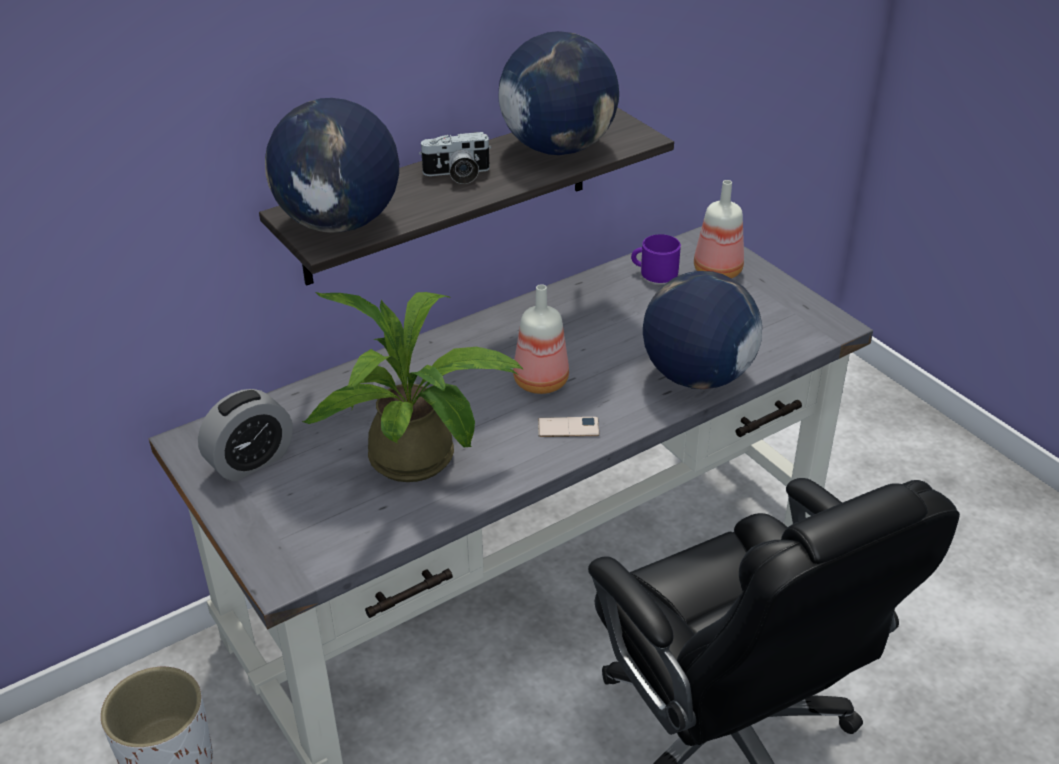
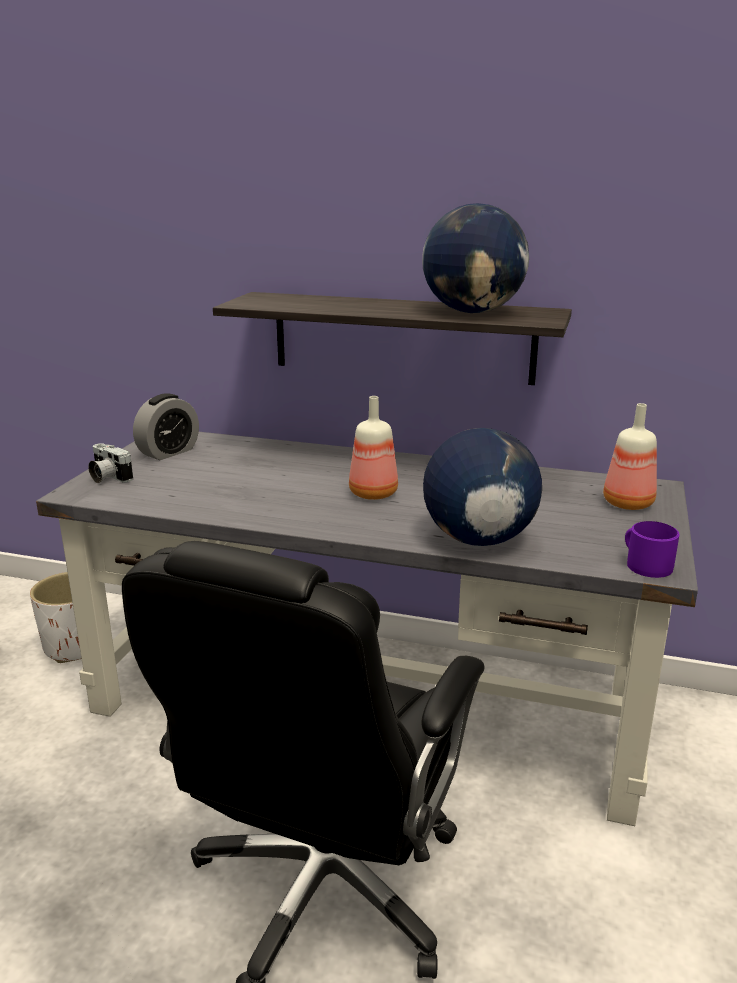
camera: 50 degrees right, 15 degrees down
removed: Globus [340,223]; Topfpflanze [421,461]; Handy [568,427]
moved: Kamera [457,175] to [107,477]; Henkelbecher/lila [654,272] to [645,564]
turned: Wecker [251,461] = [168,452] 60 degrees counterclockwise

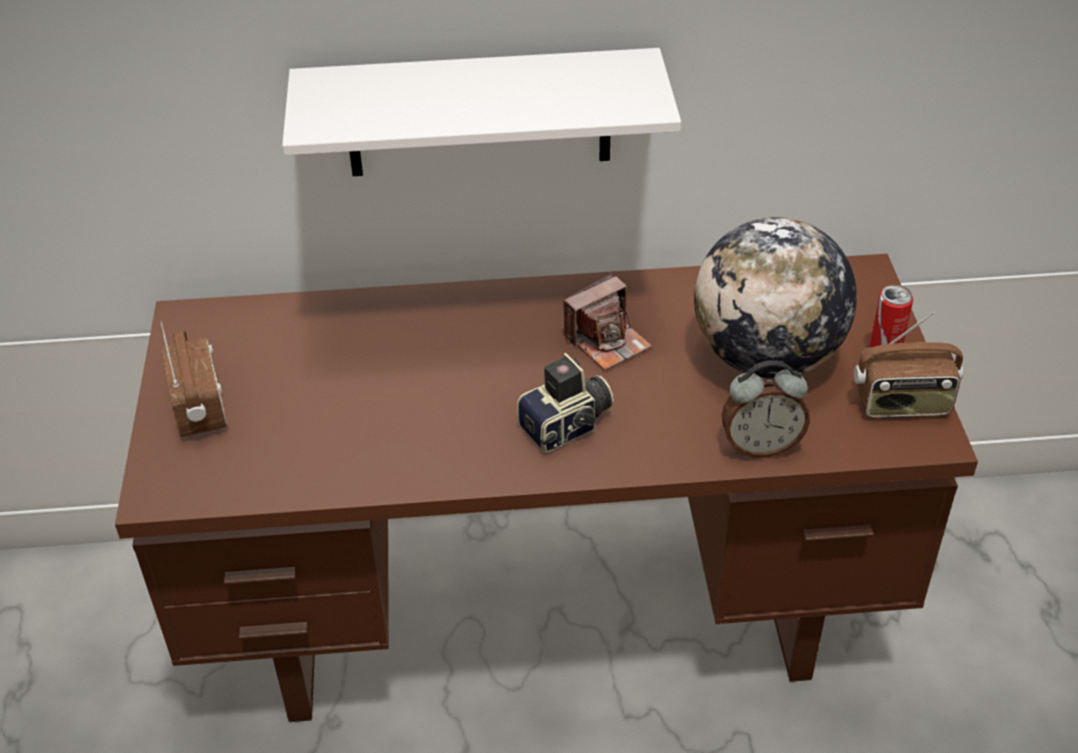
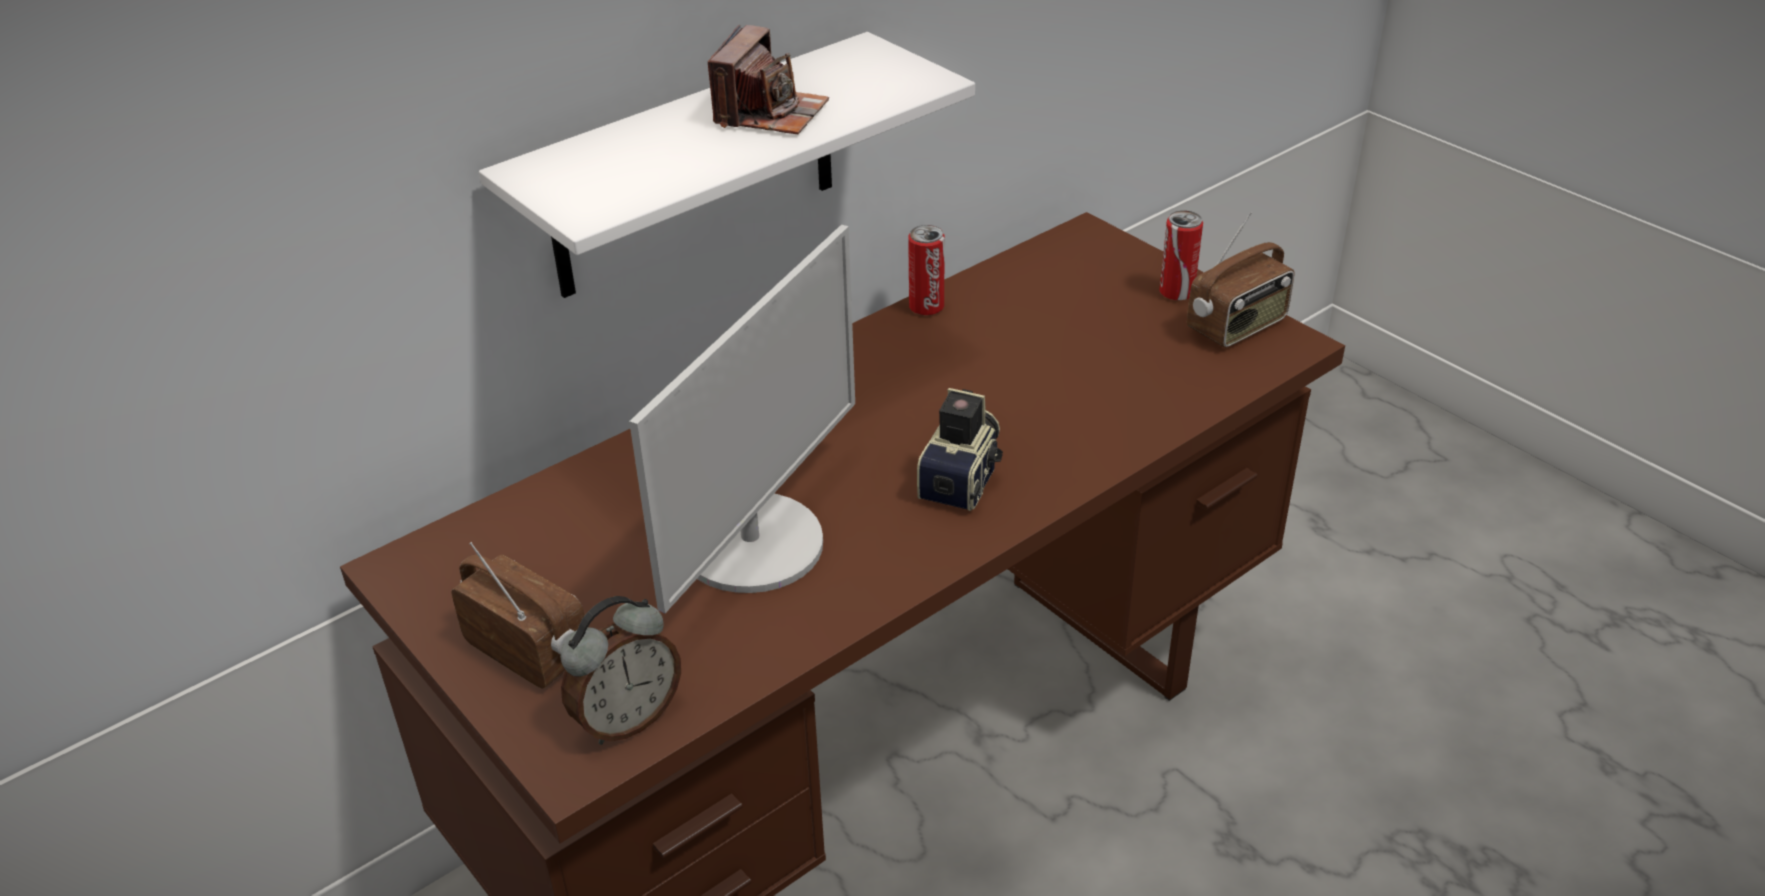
camera: 35 degrees left, 5 degrees down
removed: Globus [767,357]
added: Monitor [753,544]; Dose [926,307]
moved: Kamera [607,341] to [770,113]; Wecker [760,446] to [627,719]

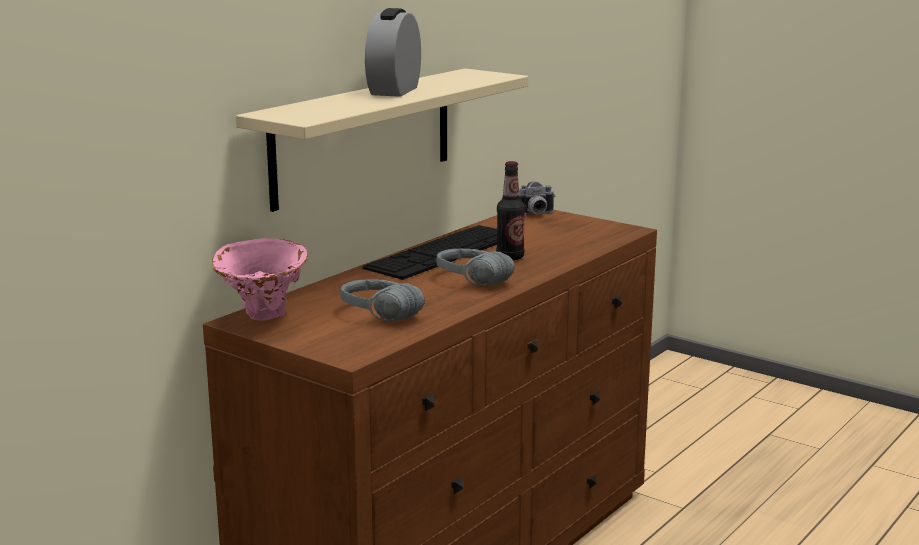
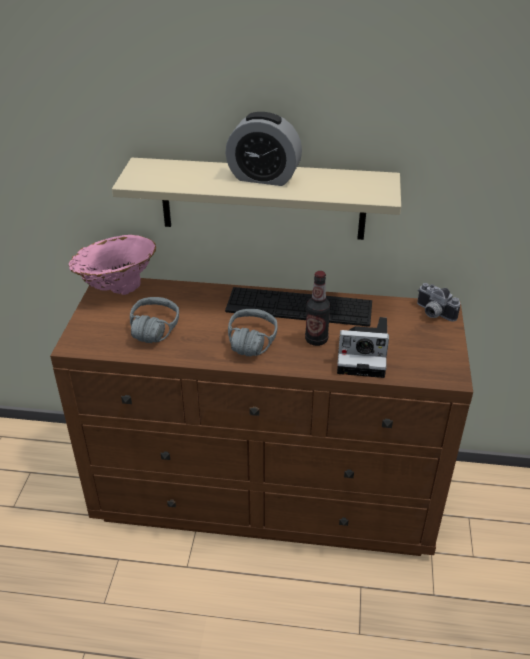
camera: 60 degrees right, 20 degrees up
added: Kamera [364,356]
turned: Wecker [394,91] = [263,177] 150 degrees counterclockwise

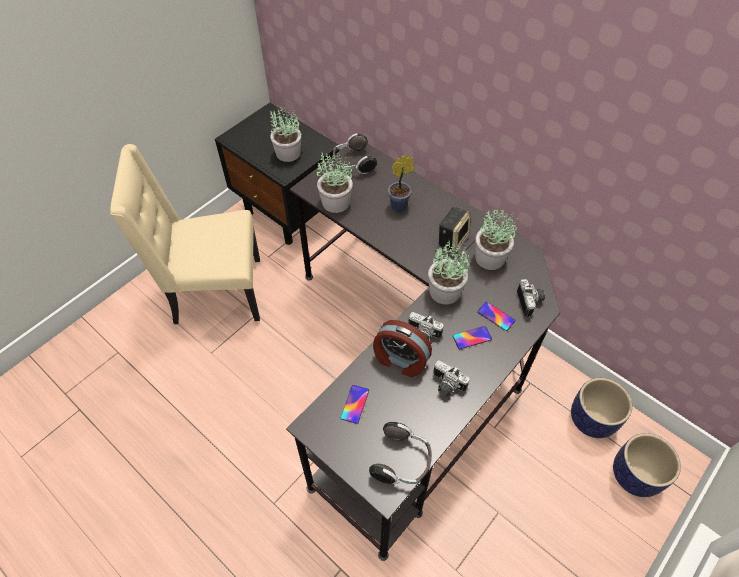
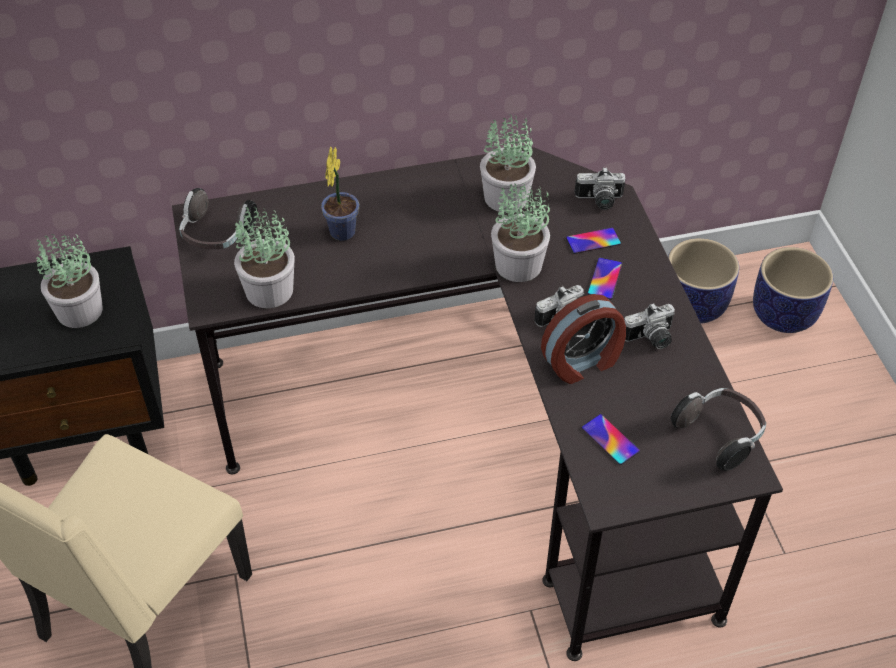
camera: 55 degrees left, 5 degrees down
removed: Lautsprecher [452,239]
turned: Kamera [530,302] = [599,201] 150 degrees clockwise

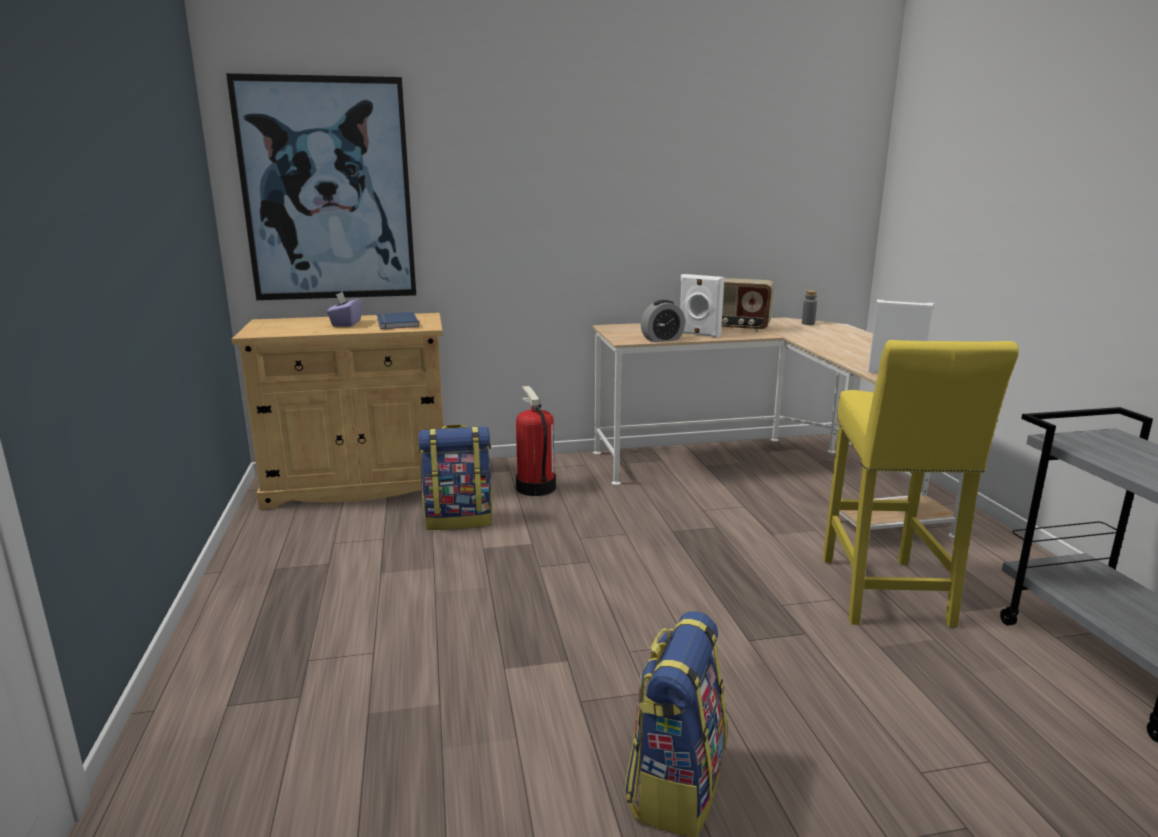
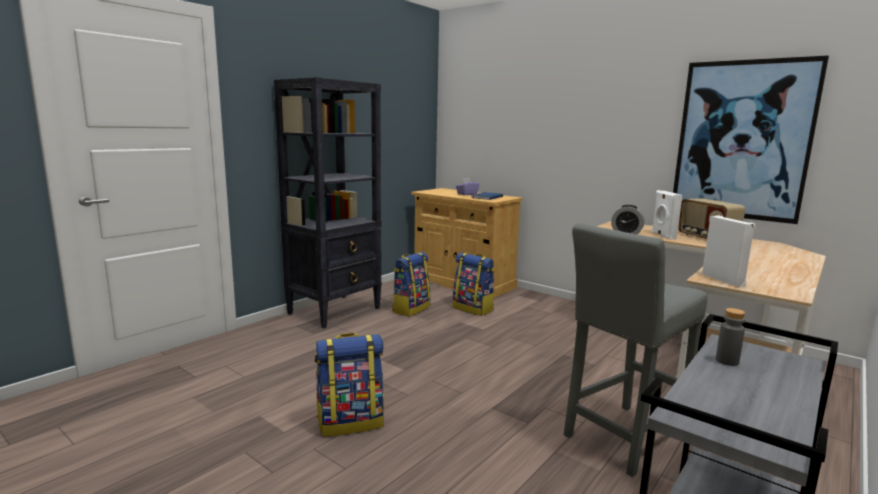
camera: 50 degrees right, 5 degrees down
removed: Feuerlöscher [535,487]
added: Bücherregal/schwarz [335,311]; Rucksack [410,309]
moved: Bild [327,191] to [742,140]; Flasche/grau [808,323] to [727,361]
recoloured: Hocker/gelb [884,595] to Hocker/grau [621,439]

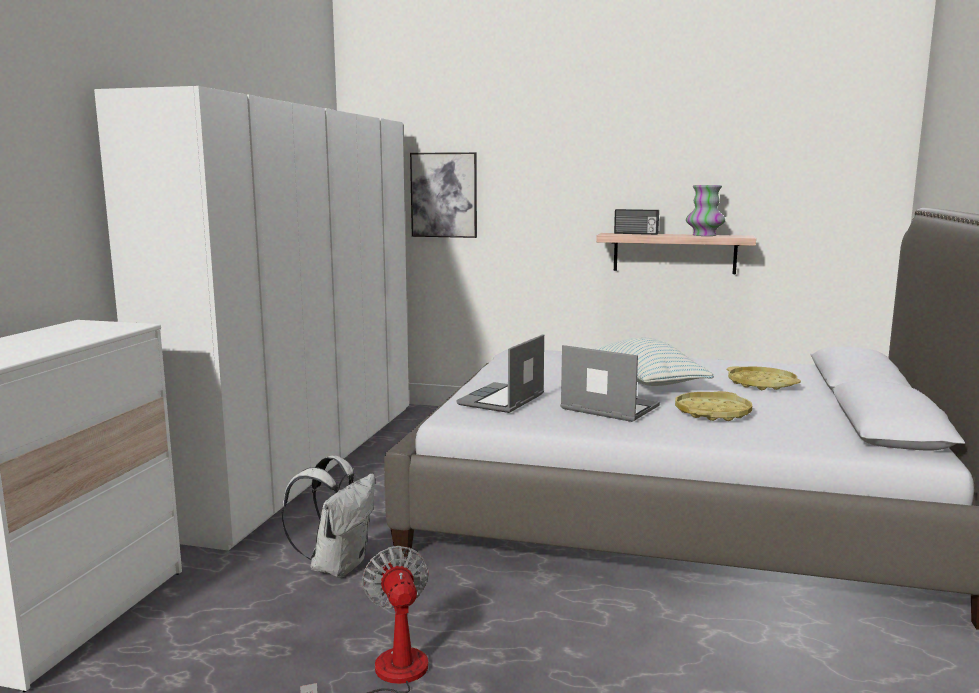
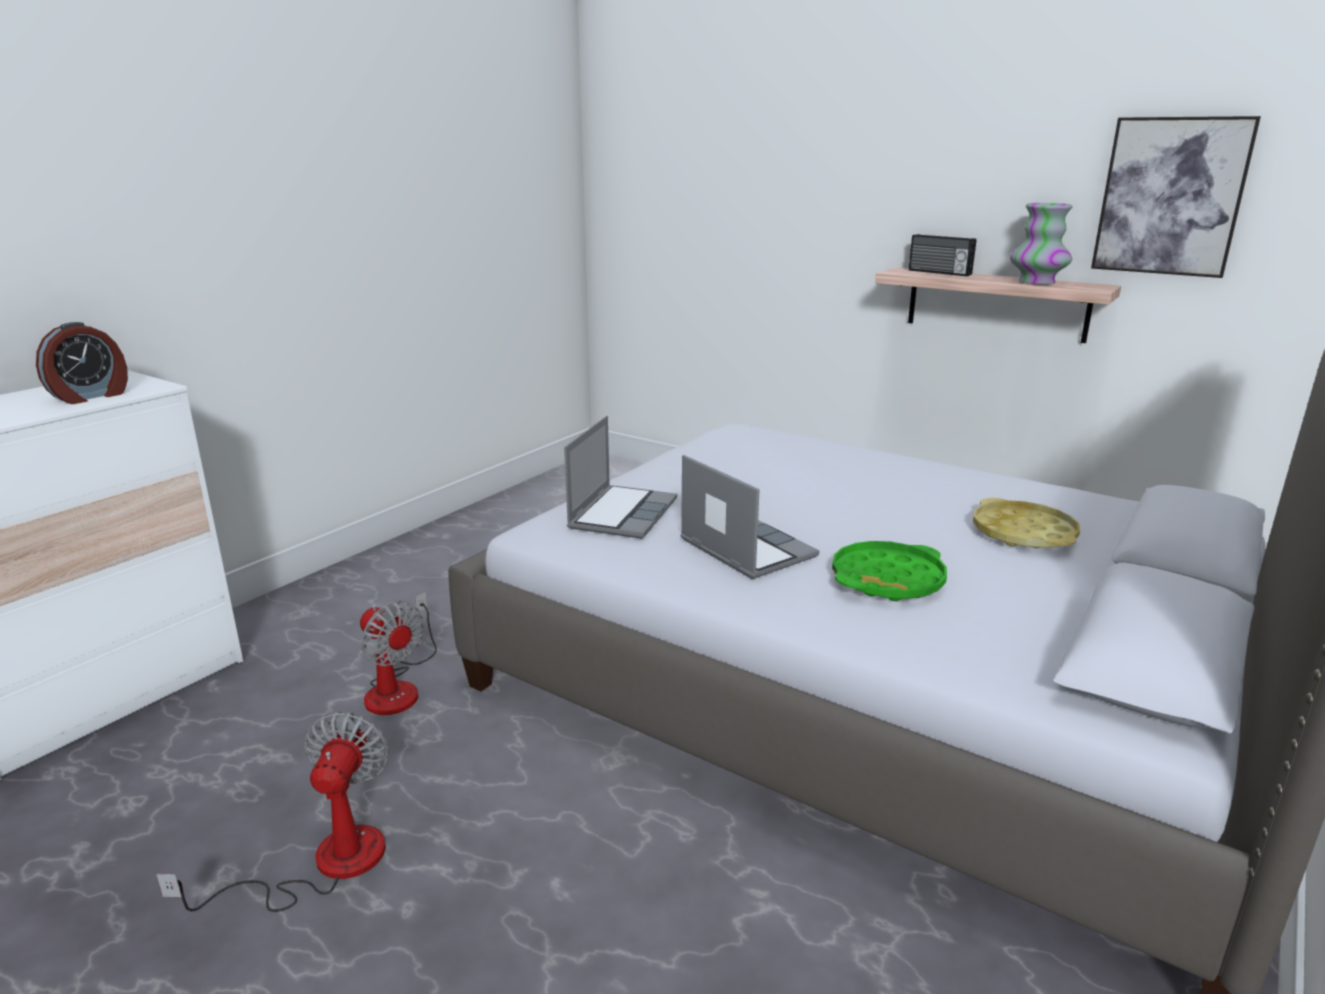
camera: 20 degrees right, 10 degrees up
removed: Kleiderschrank/weiß [303,459]; Kissen [646,381]
added: Wecker [91,396]
moved: Bild [444,195] to [1170,197]
replaced: Rucksack/weiß [337,565] to Ventilator [398,687]
recoloured: Tablett/gelb [712,412] to Tablett/grün [887,580]
turned: Laptop [502,400] = [622,513] 150 degrees clockwise

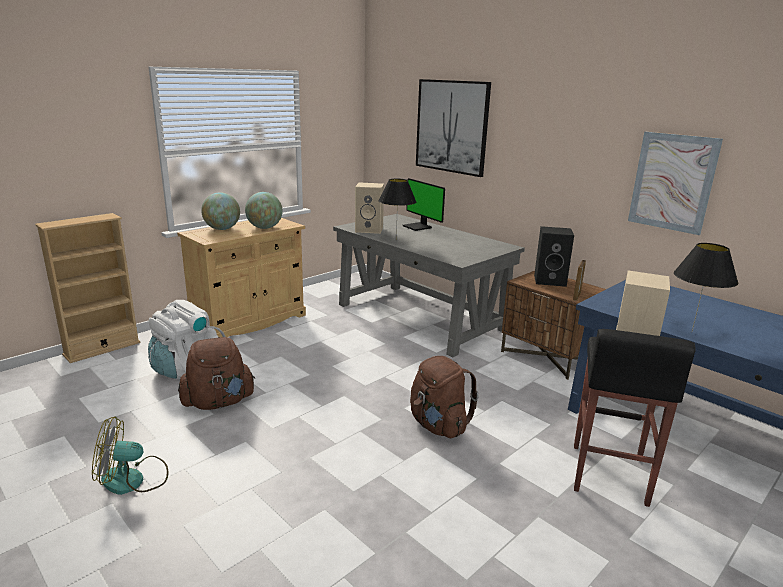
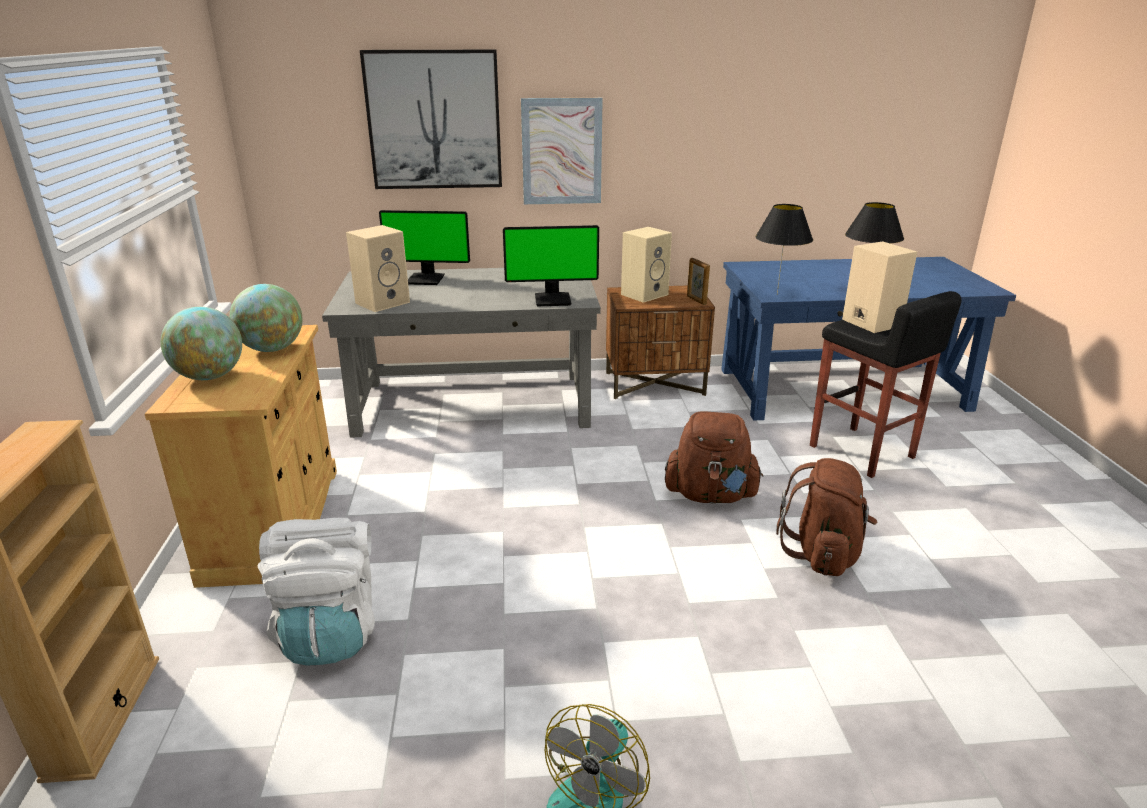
camera: 50 degrees left, 5 degrees up
added: Monitor [553,299]
moved: Rucksack/braun [218,402] to [823,553]; Tischlampe/schwarz [396,239] to [777,294]; Bild [672,182] to [561,152]
recoloured: Lautsprecher/schwarz [550,280] to Lautsprecher/beige [644,294]

